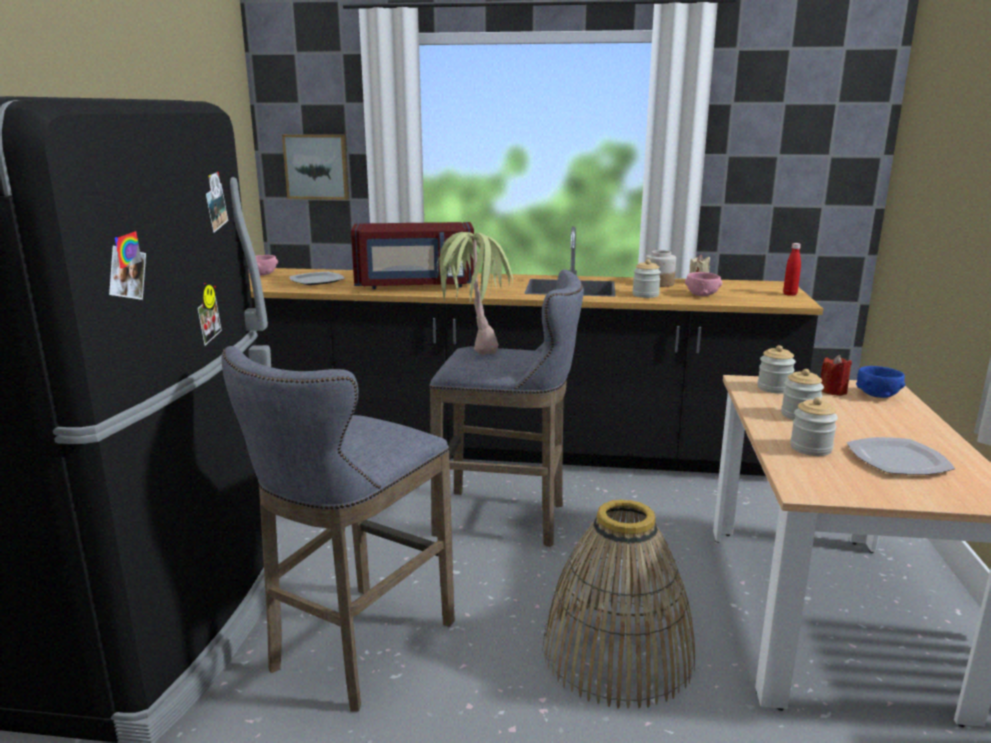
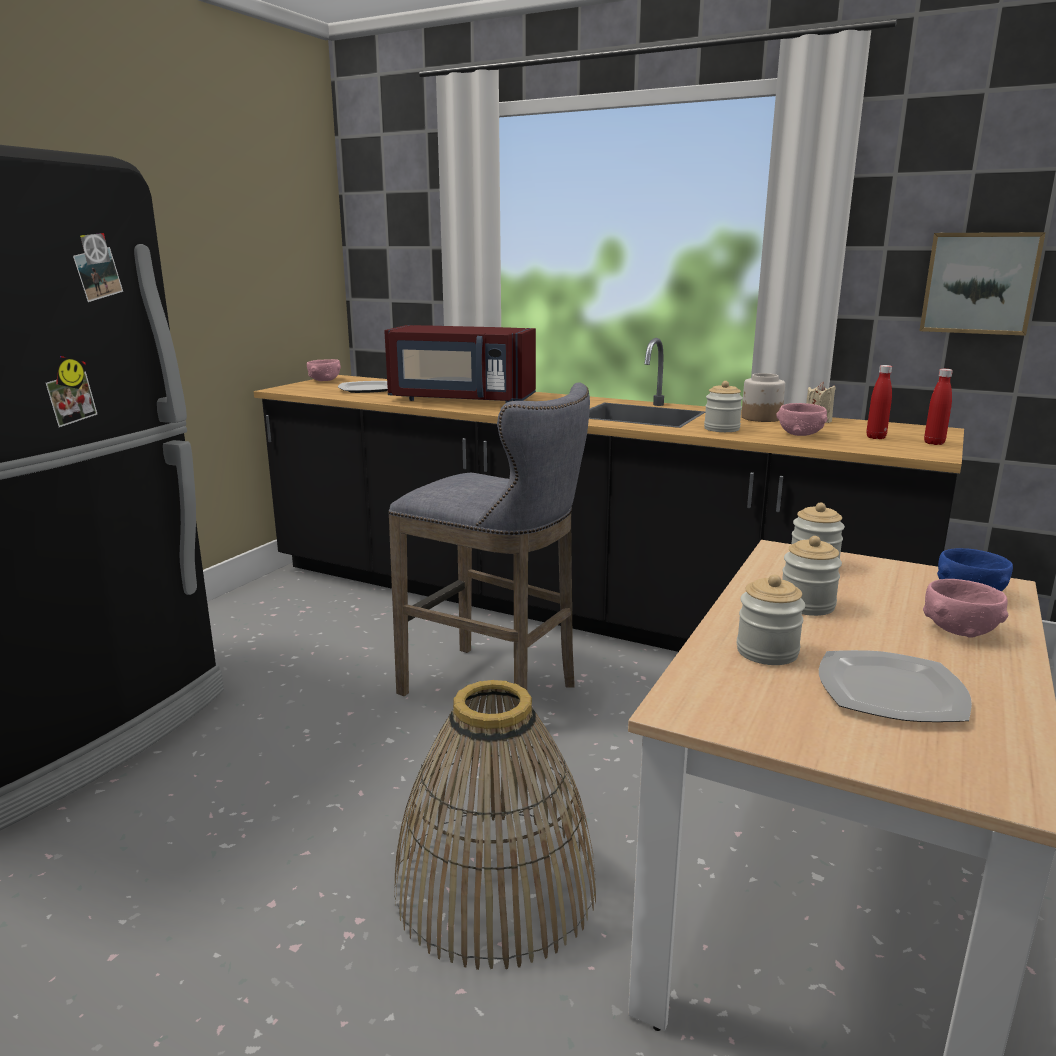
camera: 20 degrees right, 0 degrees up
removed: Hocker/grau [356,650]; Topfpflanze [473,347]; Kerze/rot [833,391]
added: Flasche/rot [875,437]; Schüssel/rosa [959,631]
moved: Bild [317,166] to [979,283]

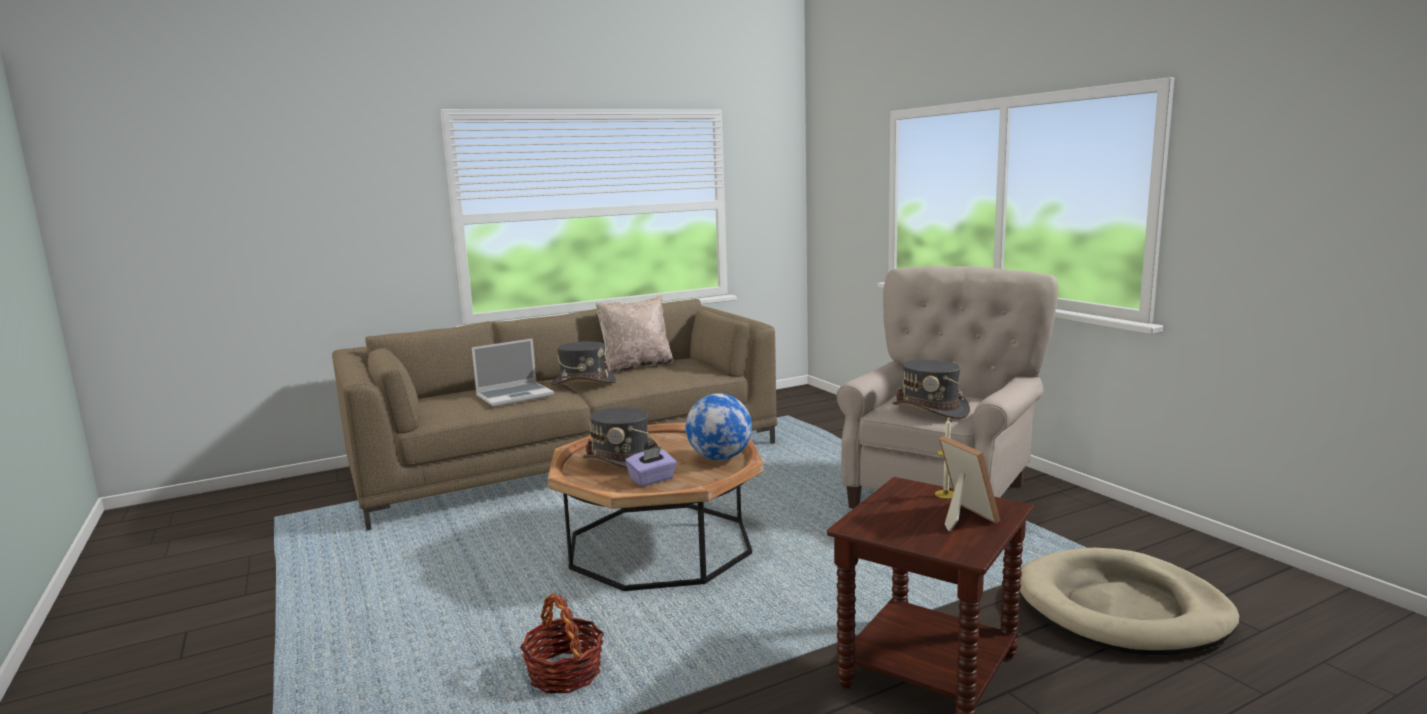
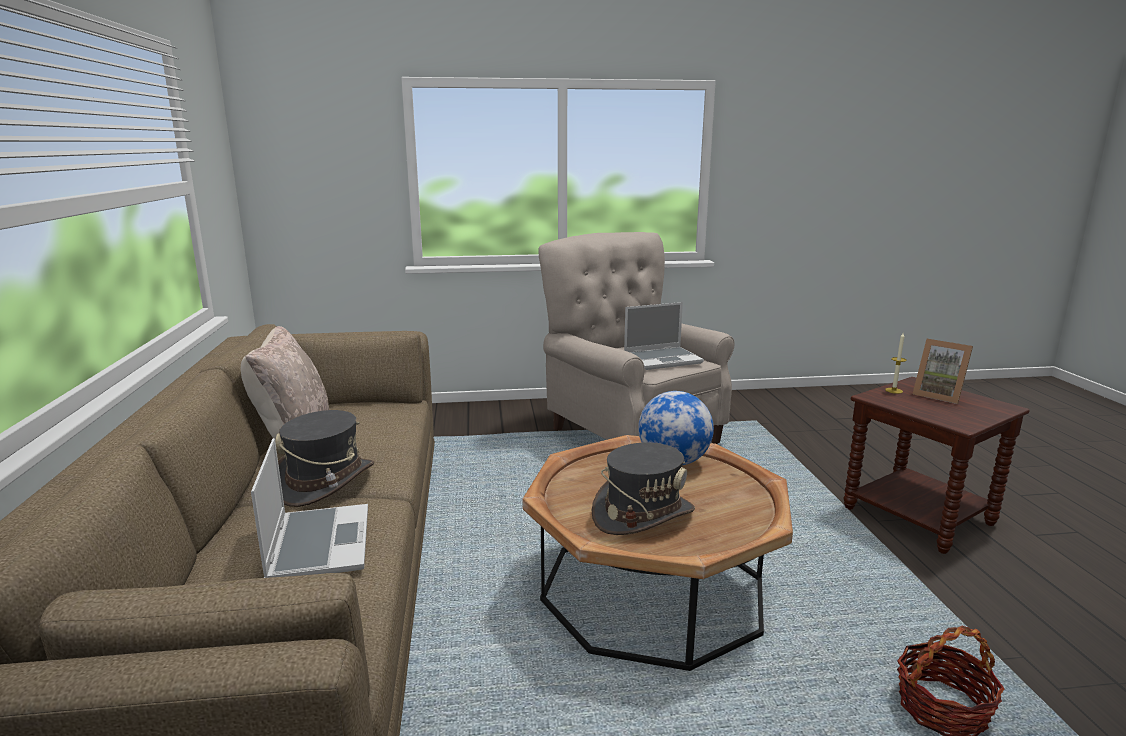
camera: 70 degrees left, 5 degrees up
removed: Taschentuchbox/lila [652,480]; Hundebett/beige [1122,609]
replaced: Hut/grau [930,410] to Laptop [663,359]
turned: Bilderrahmen [961,516] = [938,395] 135 degrees counterclockwise

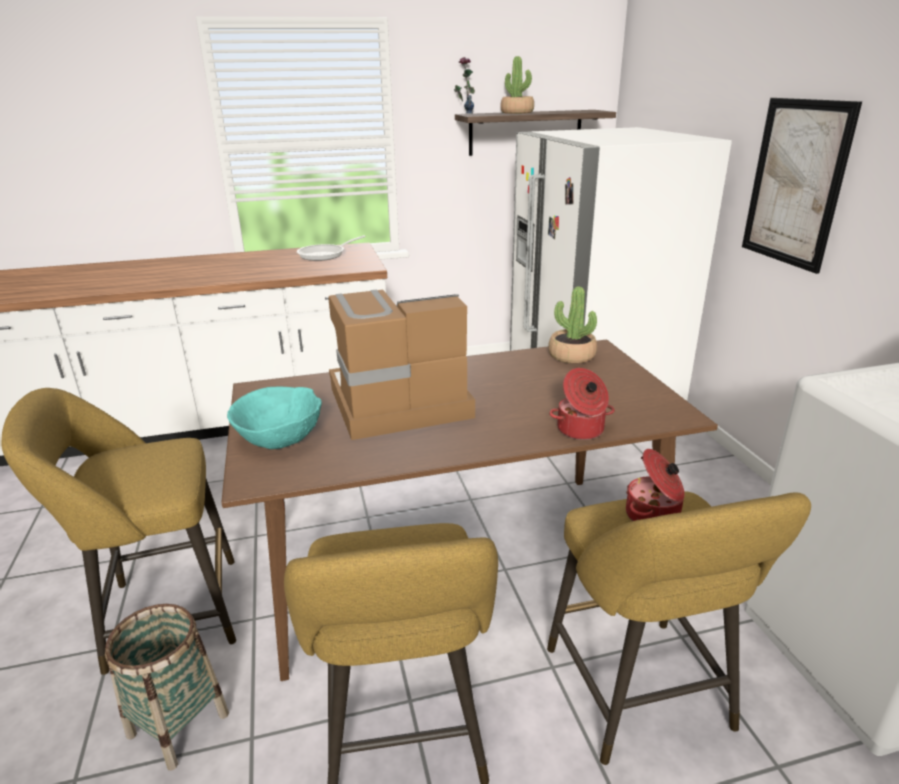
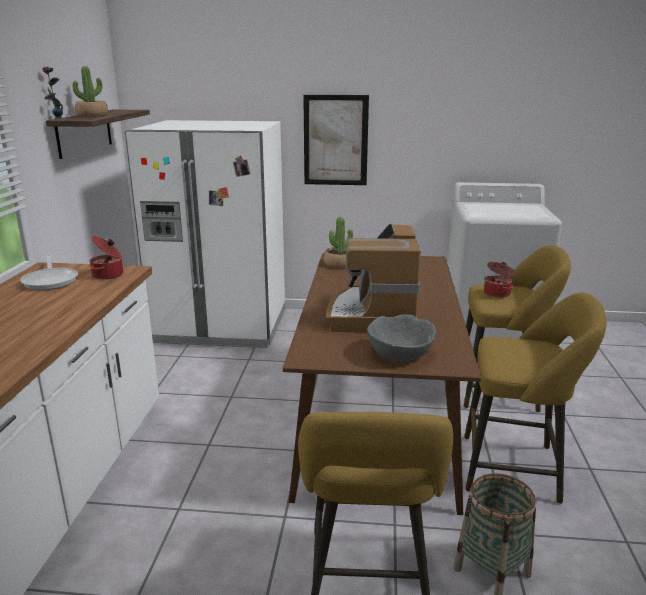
camera: 70 degrees left, 5 degrees down
moved: Kochtopf [580,430] to [109,275]
recoloured: Schüssel/türkis [279,438] to Schüssel/grau [400,354]

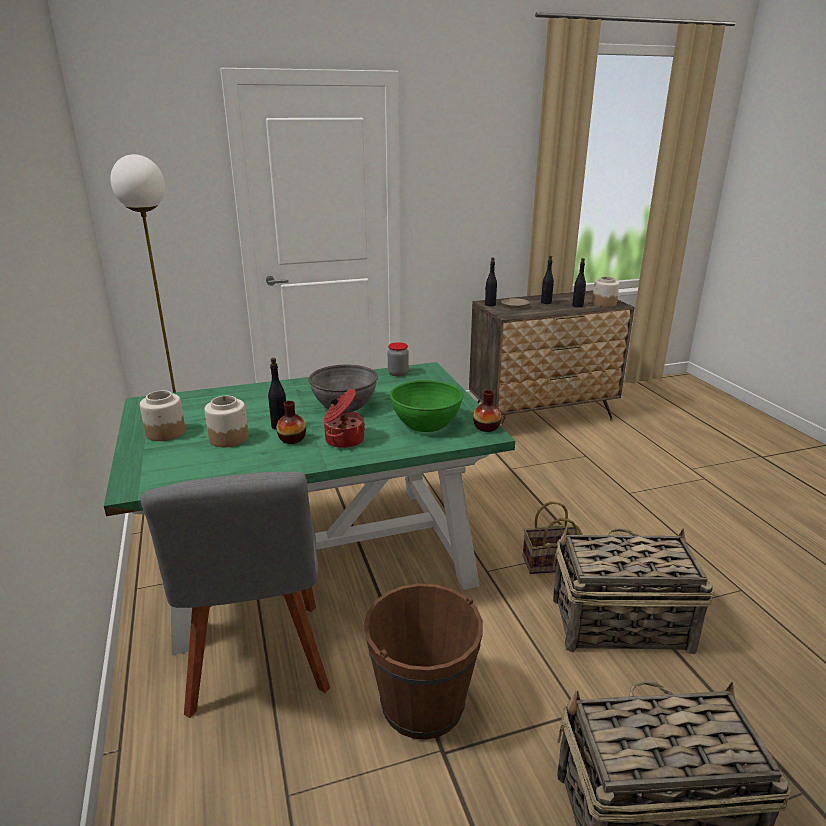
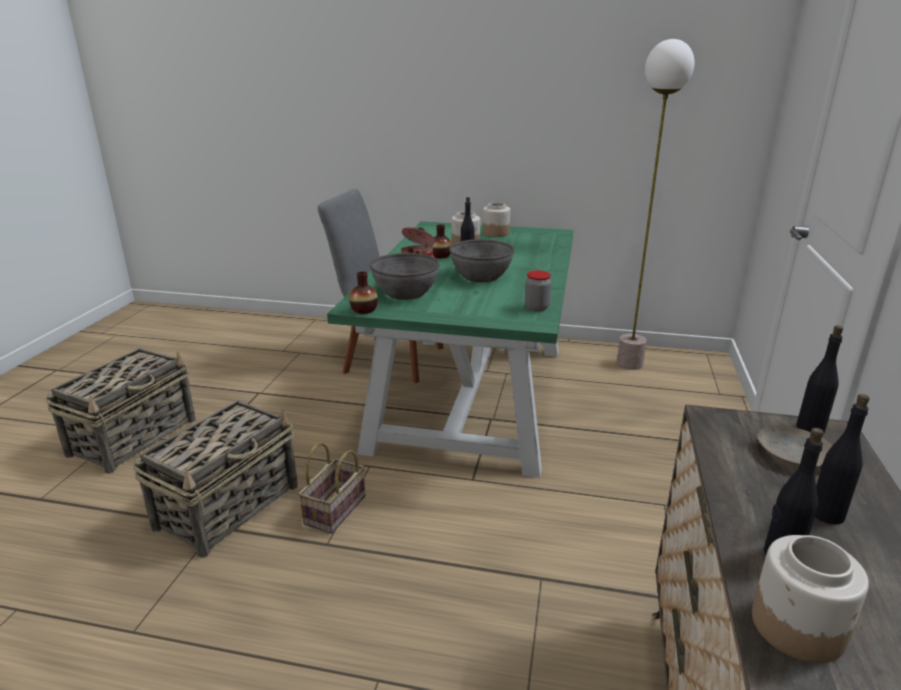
camera: 120 degrees right, 0 degrees up
removed: Eimer/braun [422,704]
recoloured: Schüssel/grün [426,423] to Schüssel/grau [405,293]

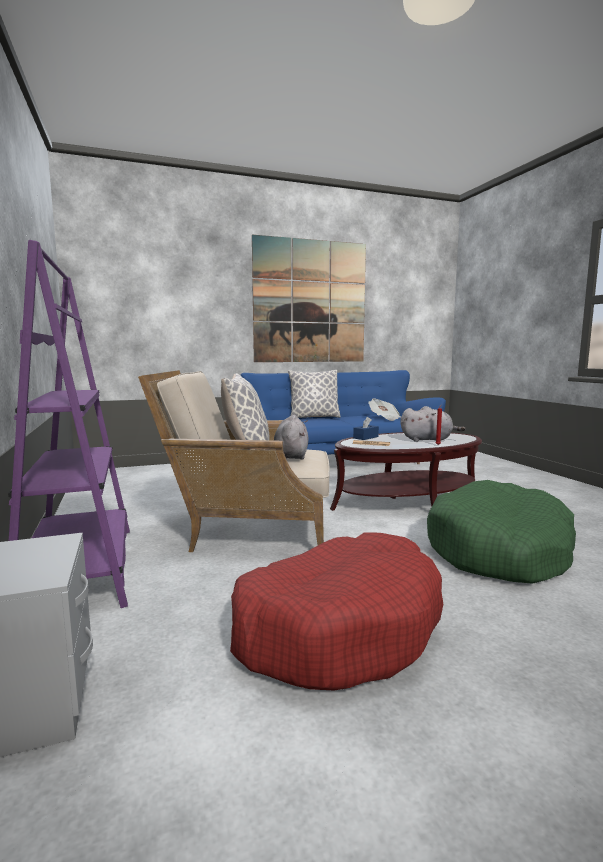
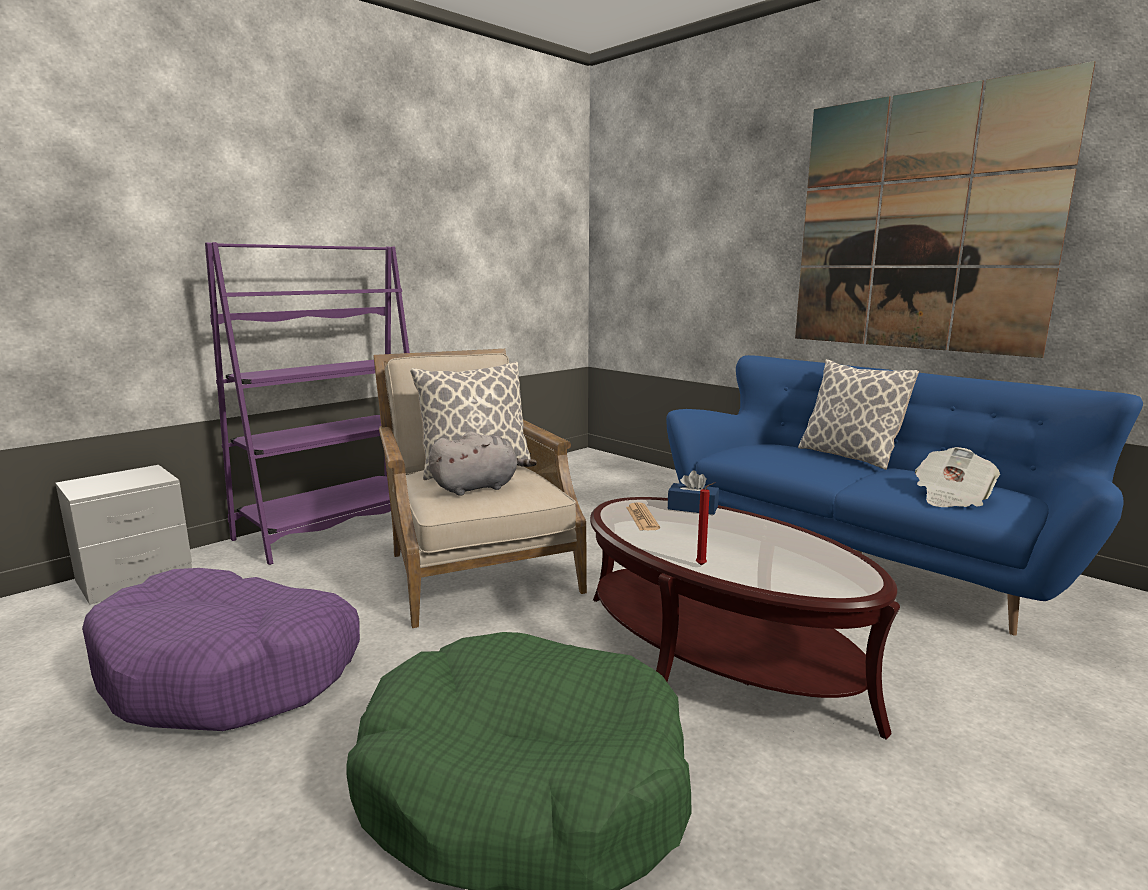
camera: 65 degrees right, 5 degrees up
removed: Plüschtier/grau [428,440]
recoloured: Hundebett/rot [338,627] to Hundebett/lila [230,672]

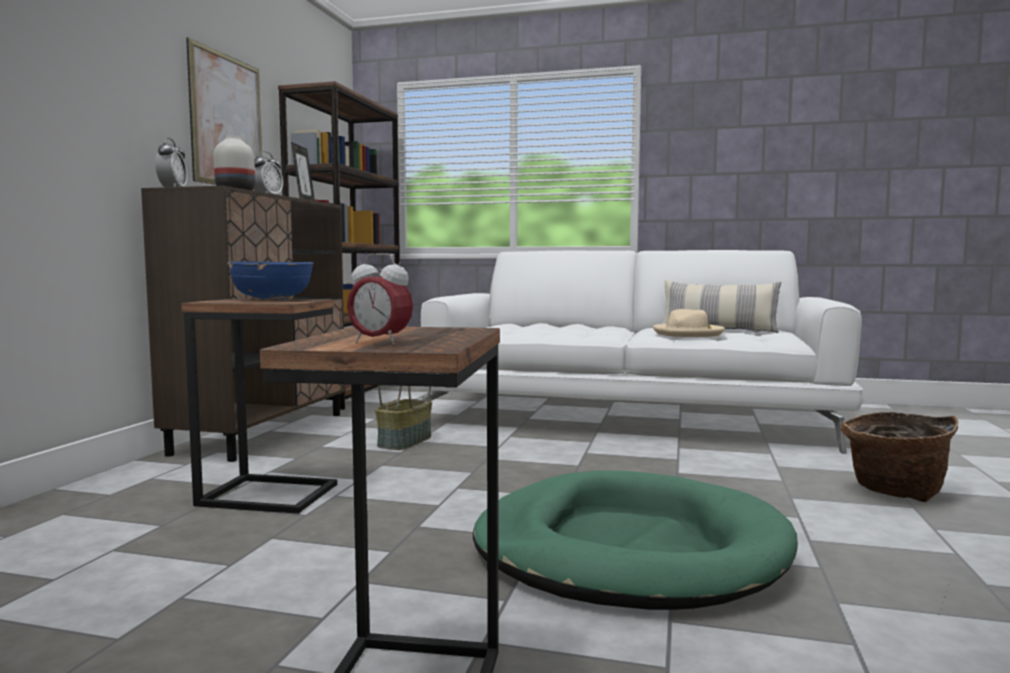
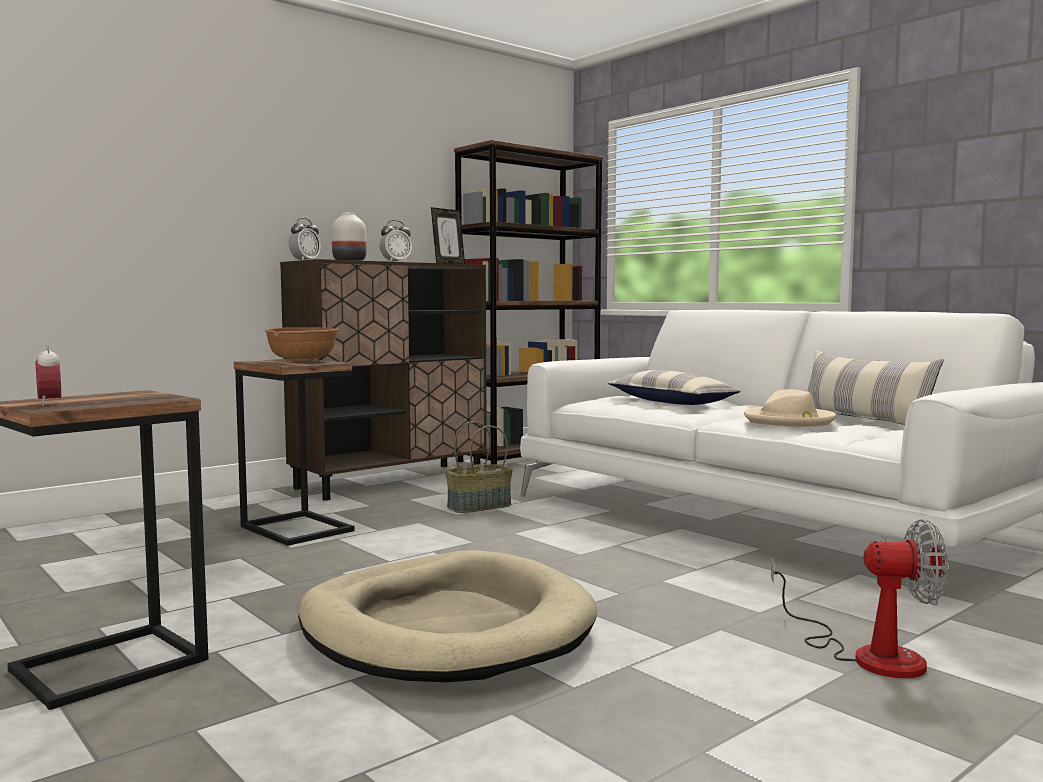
camera: 35 degrees right, 0 degrees up
removed: Bild [227,121]
added: Kissen [671,402]
replaced: Korb [893,492] to Ventilator [868,654]
recoloured: Schüssel/blau [272,300] to Schüssel/braun [303,361]; Hundebett/grün [628,550] to Hundebett/beige [445,628]

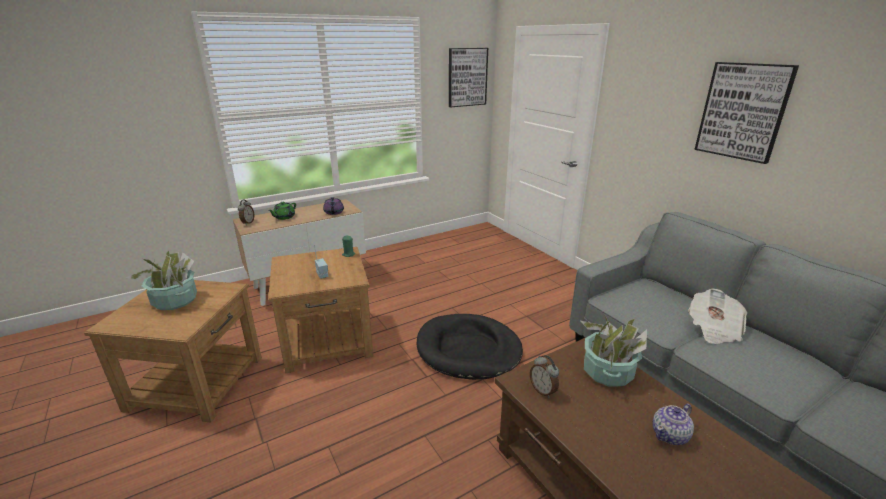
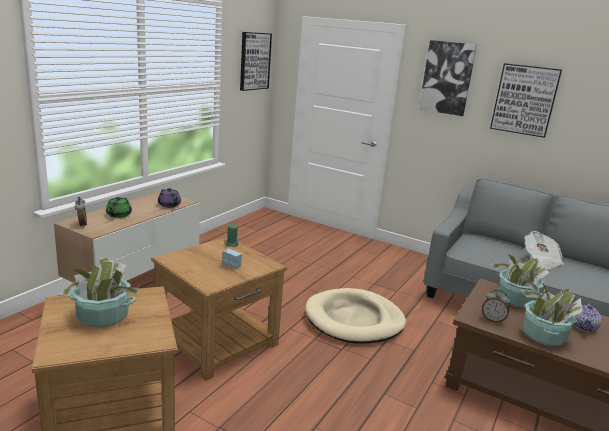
camera: 30 degrees left, 5 degrees down
added: Bild [447,78]; Topfpflanze [543,335]
recoloured: Hundebett/schwarz [468,349] to Hundebett/beige [354,320]

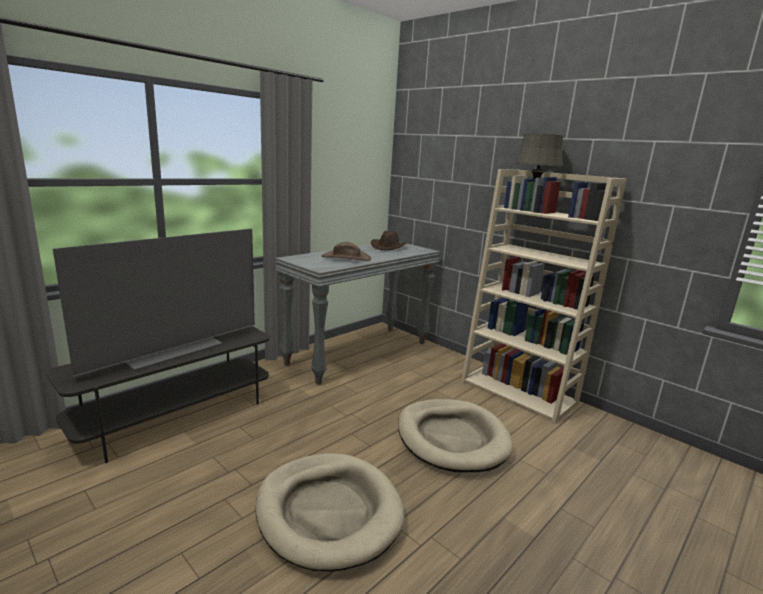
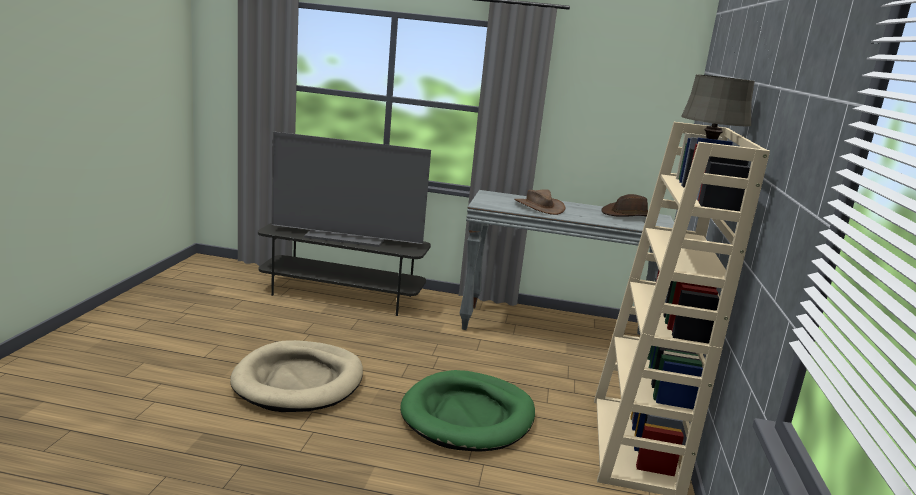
camera: 55 degrees right, 0 degrees up
recoloured: Hundebett/beige [452,438] to Hundebett/grün [468,416]

